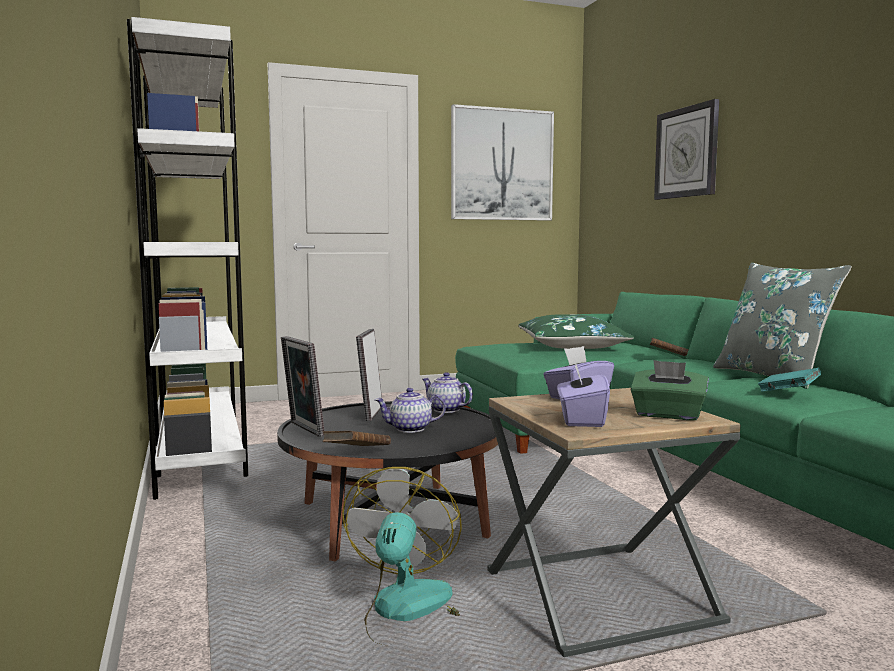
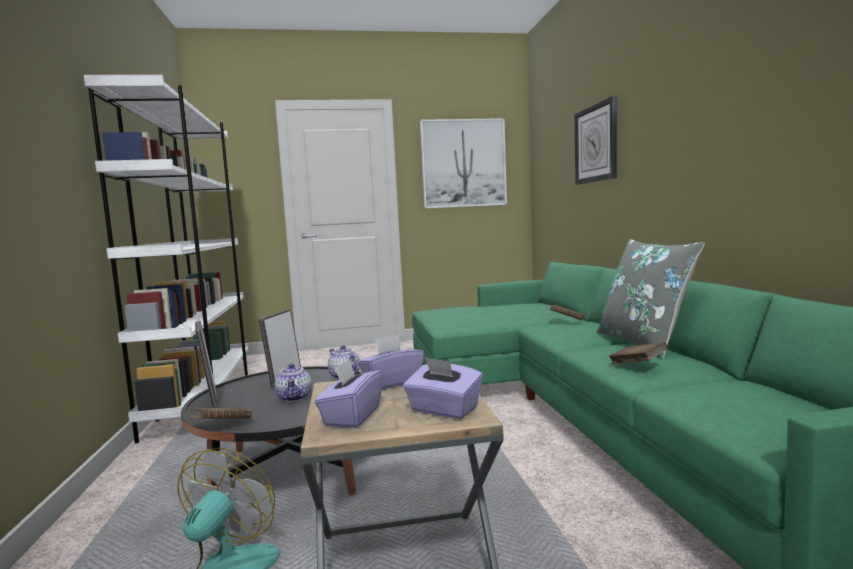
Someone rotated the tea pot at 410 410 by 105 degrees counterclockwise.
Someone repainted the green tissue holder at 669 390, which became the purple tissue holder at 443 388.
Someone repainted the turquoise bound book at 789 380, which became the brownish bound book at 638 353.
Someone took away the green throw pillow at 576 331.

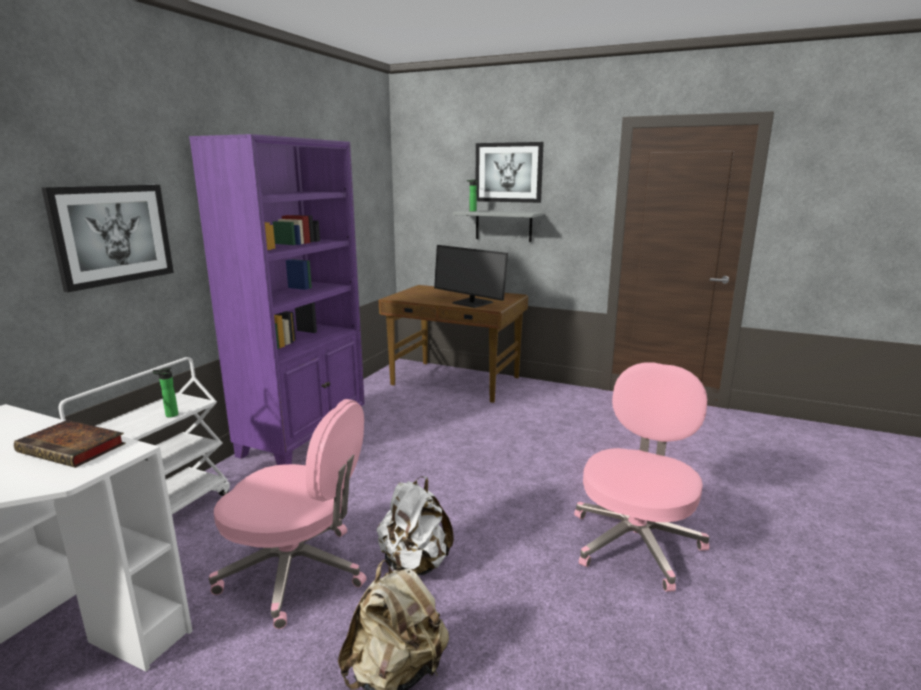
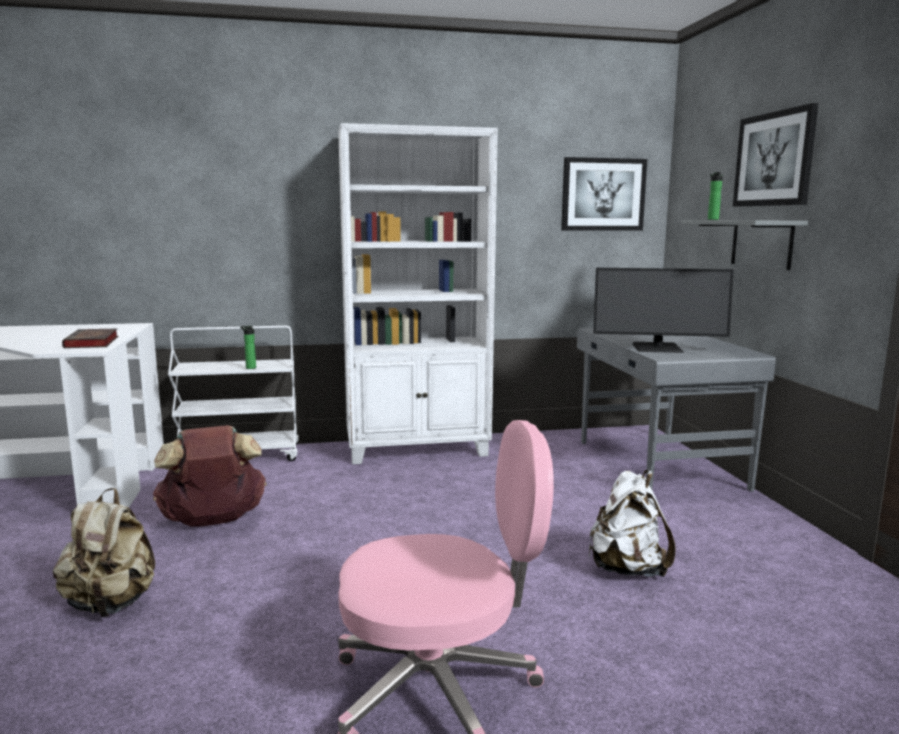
Someone swapped the pink computer chair at 288 514 for the brownish rucksack at 210 476.
Someone repainted the purple shelving unit at 277 299, which became the white shelving unit at 418 293.
Someone carried the wall picture from 107 238 to 604 194.
Someone repainted the brownish desk at 453 344, which became the gray desk at 676 410.
Someone carried the white rucksack from 415 525 to 632 523.
Someone rotated the computer screen at 471 276 by 90 degrees counterclockwise.

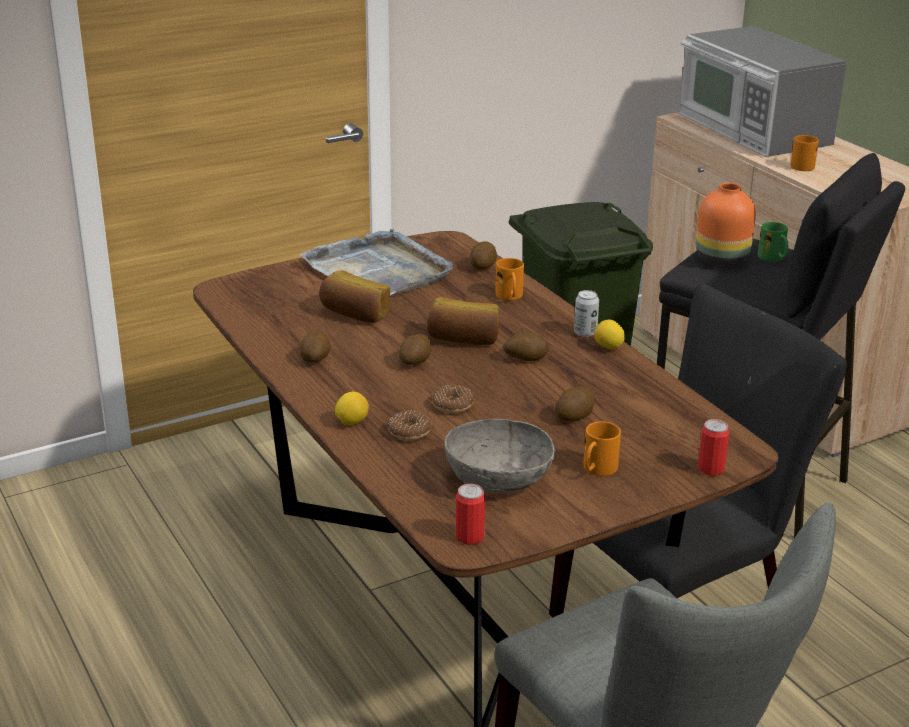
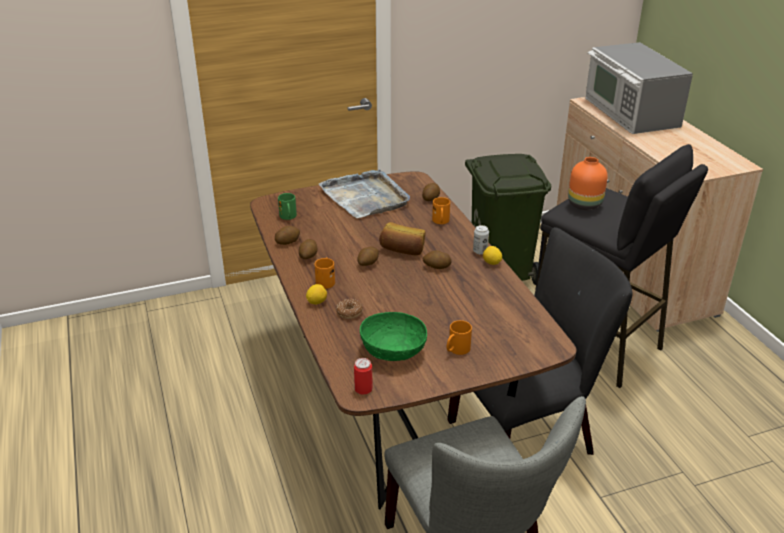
Someone carried the whole potato from 574 404 to 287 235.
Someone carried the green coffee mug from 773 242 to 287 206.
Someone carried the orange-coloured coffee mug from 804 153 to 325 273.
Someone repainted the gray bowl at 500 455, which became the green bowl at 393 336.
Someone took away the bread at 354 296.
Someone took away the doughnut at 453 399.
Someone took away the metal can at 714 447.

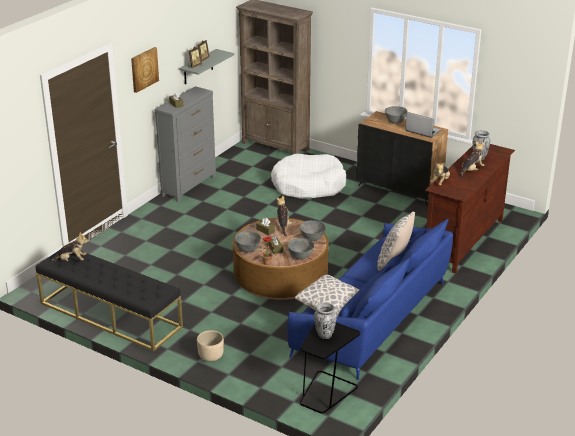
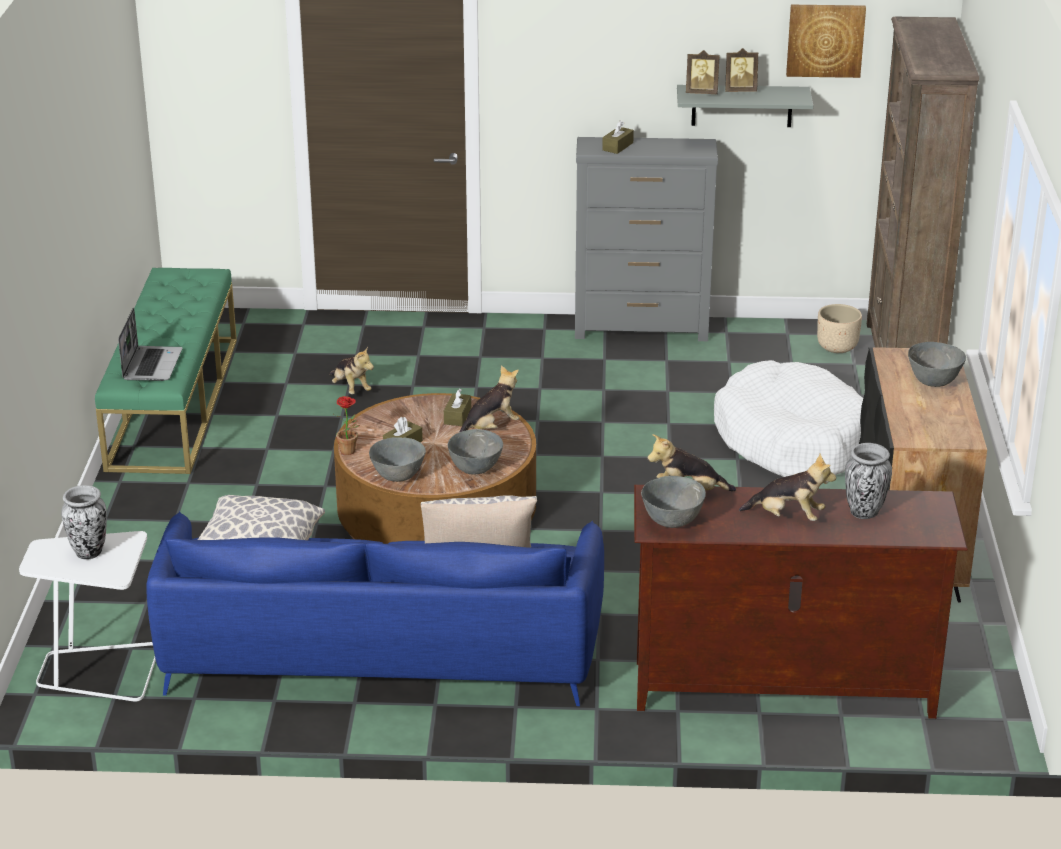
Someone repainted the black accent table at 330 367, which became the white accent table at 87 616.
Someone repainted the black bench at 109 300, which became the green bench at 166 371.
Someone carried the laptop from 423 125 to 150 344.
Someone carried the plush toy from 70 247 to 351 370.
Someone carried the gray bowl from 248 241 to 673 502.
Someone carried the wall picture from 145 70 to 826 41.
Someone carried the sand-coloured planter from 210 346 to 839 328.

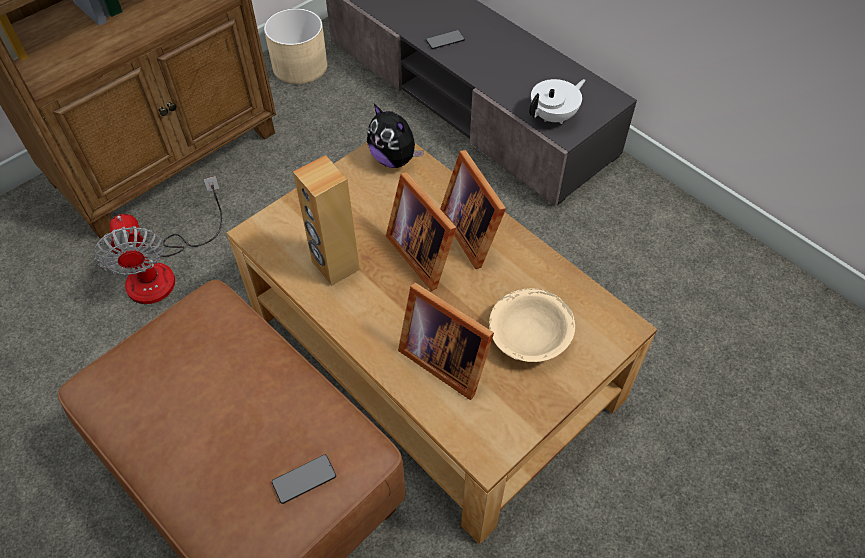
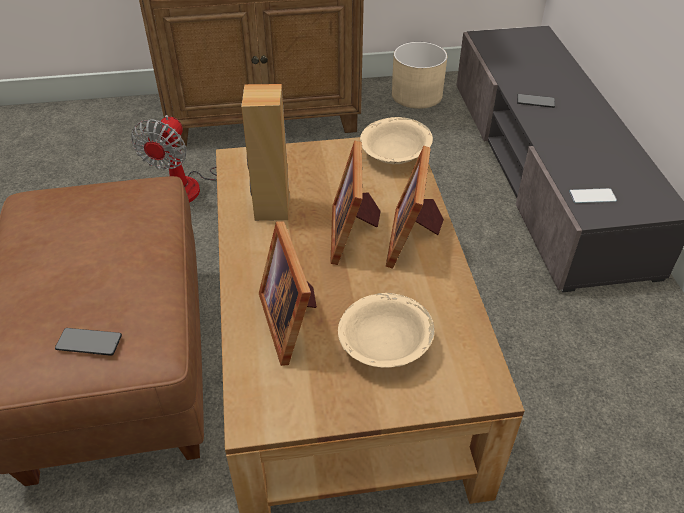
Someone swapped the plush toy at 395 136 for the sand-coloured bowl at 396 140.
Someone swapped the white tea pot at 557 101 for the telephone at 593 195.

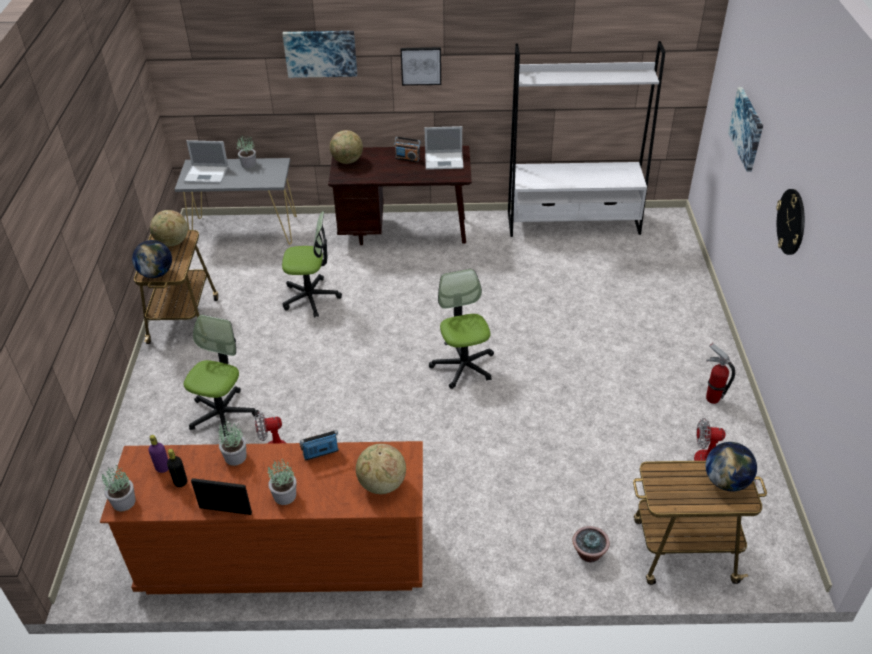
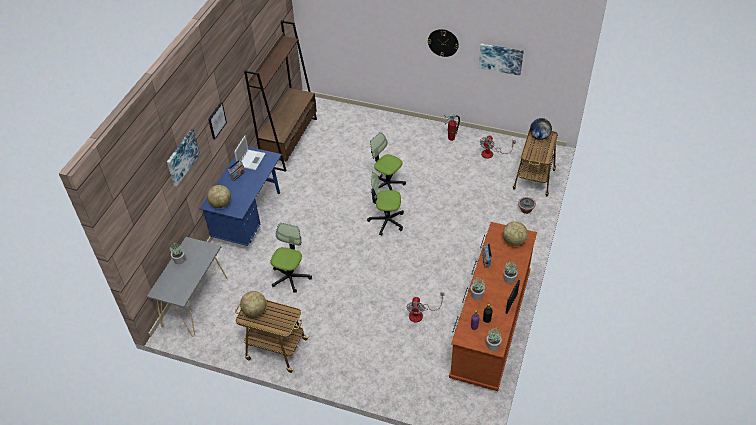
Someone repainted the brownish desk at 400 195, which became the bluish desk at 241 196.
Someone repainted the white shelving unit at 586 139, which became the brownish shelving unit at 280 96.
Someone carried the computer chair from 221 376 to 388 162.
Someone carried the wall picture from 745 129 to 501 59.
Someone took away the desk globe at 152 259.
Someone took away the laptop at 206 161.

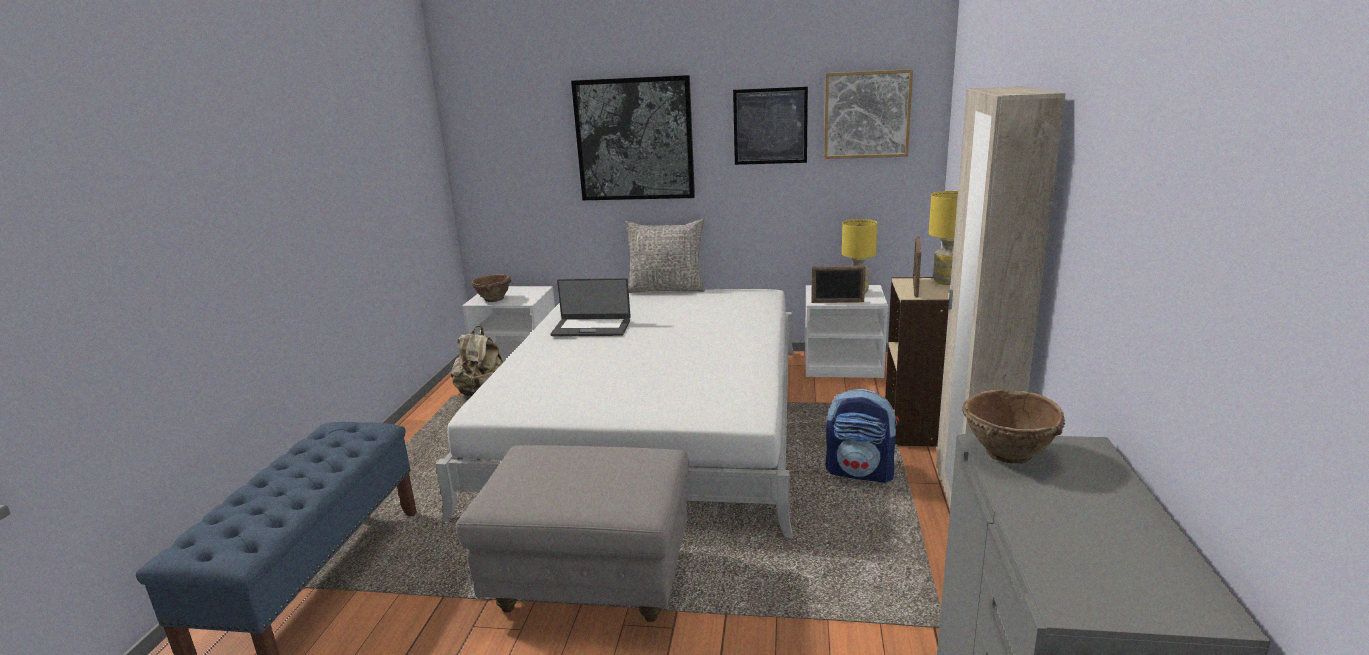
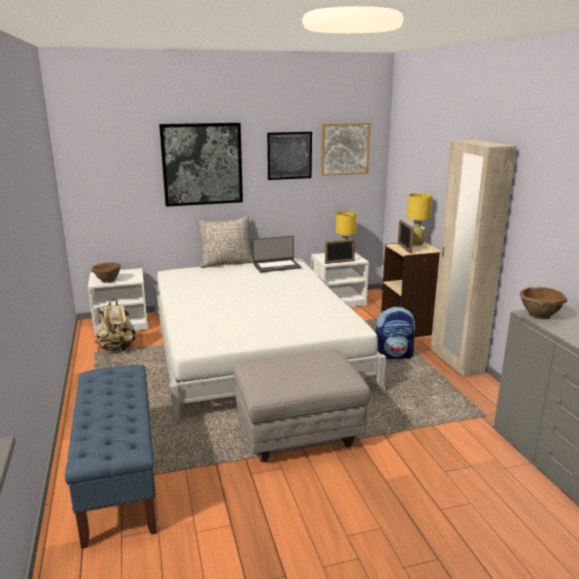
Someone carried the laptop from 590 307 to 277 254.

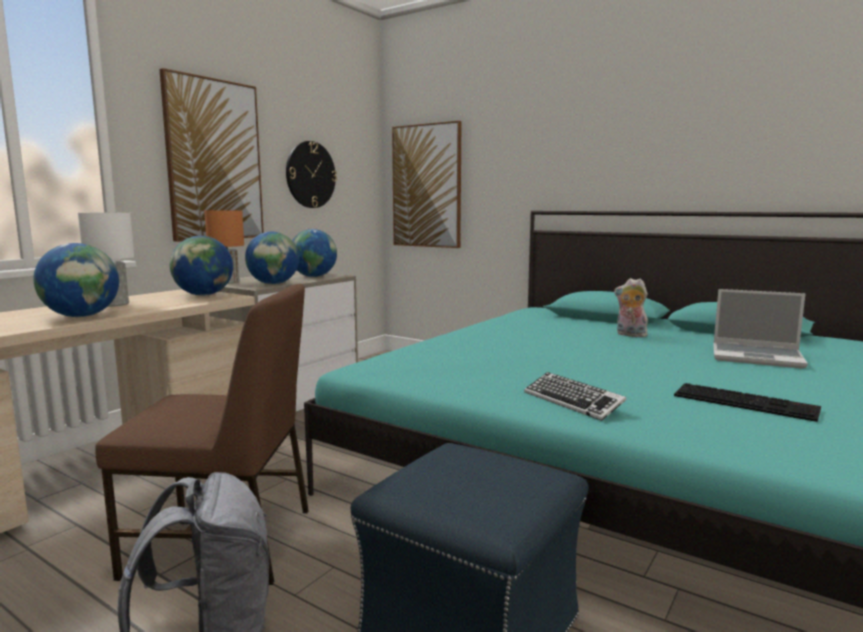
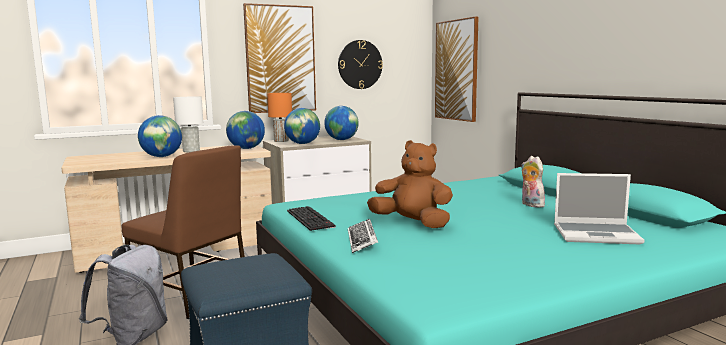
Someone carried the keyboard from 747 402 to 311 218.
Someone put down the brownish plush toy at 410 184.
Someone rotated the laptop at 760 329 by 45 degrees counterclockwise.

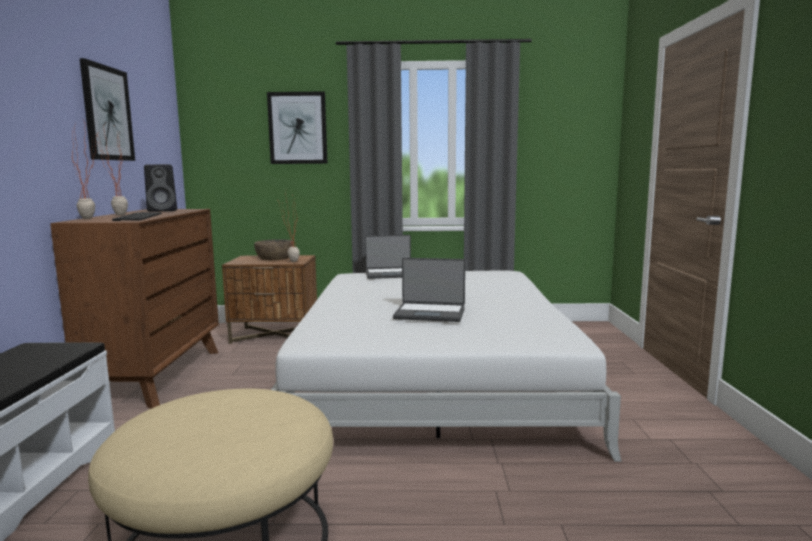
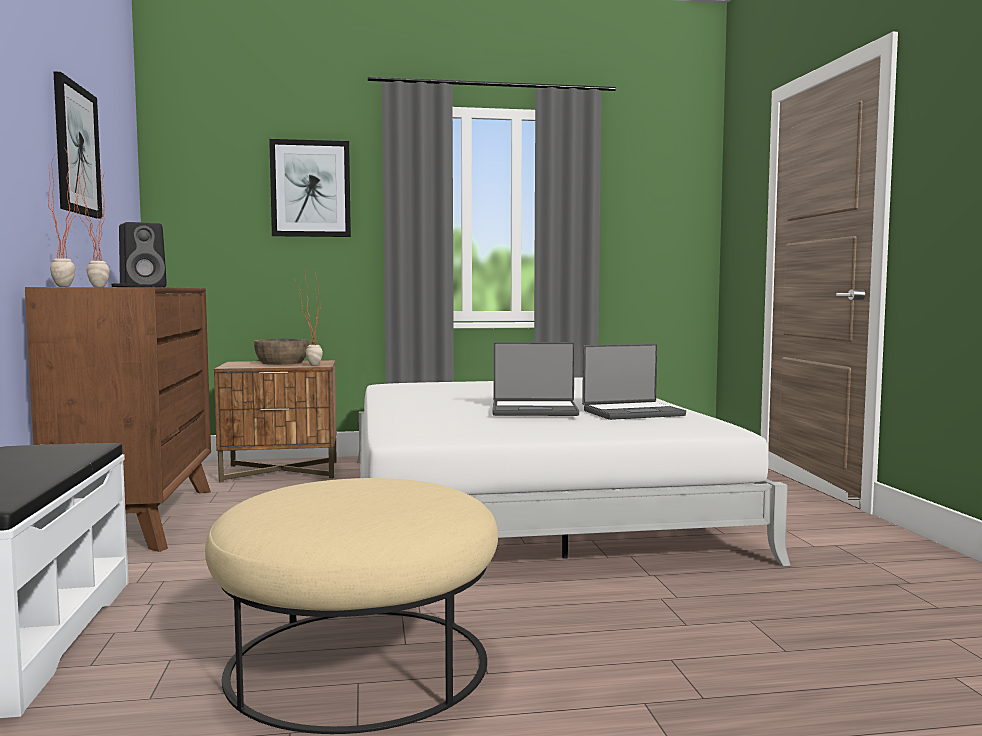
Someone carried the laptop from 388 257 to 634 382.

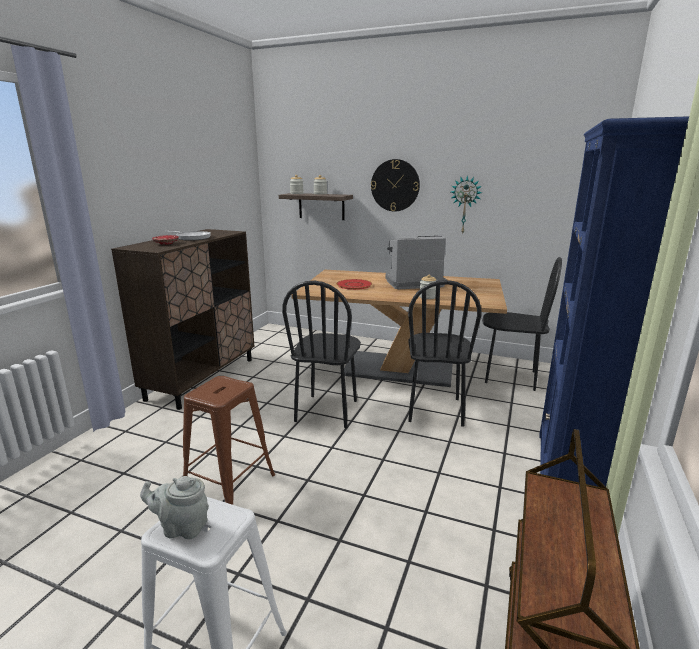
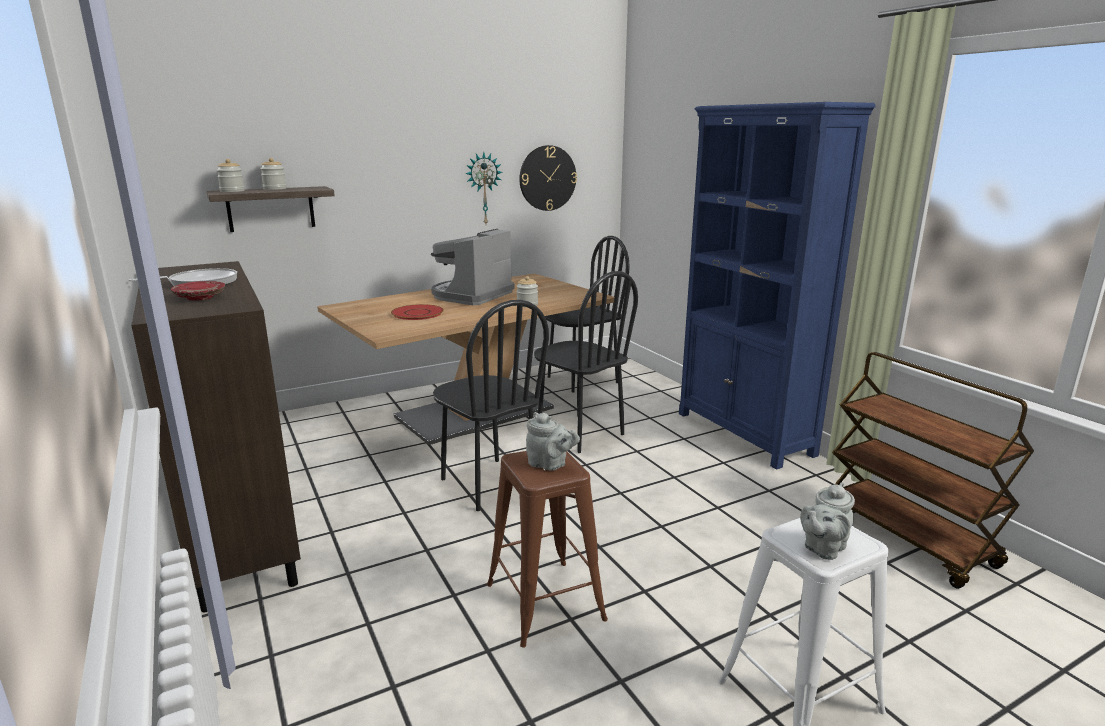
Someone carried the wall clock from 395 185 to 548 178.
Someone put down the gray tea pot at 553 441.

